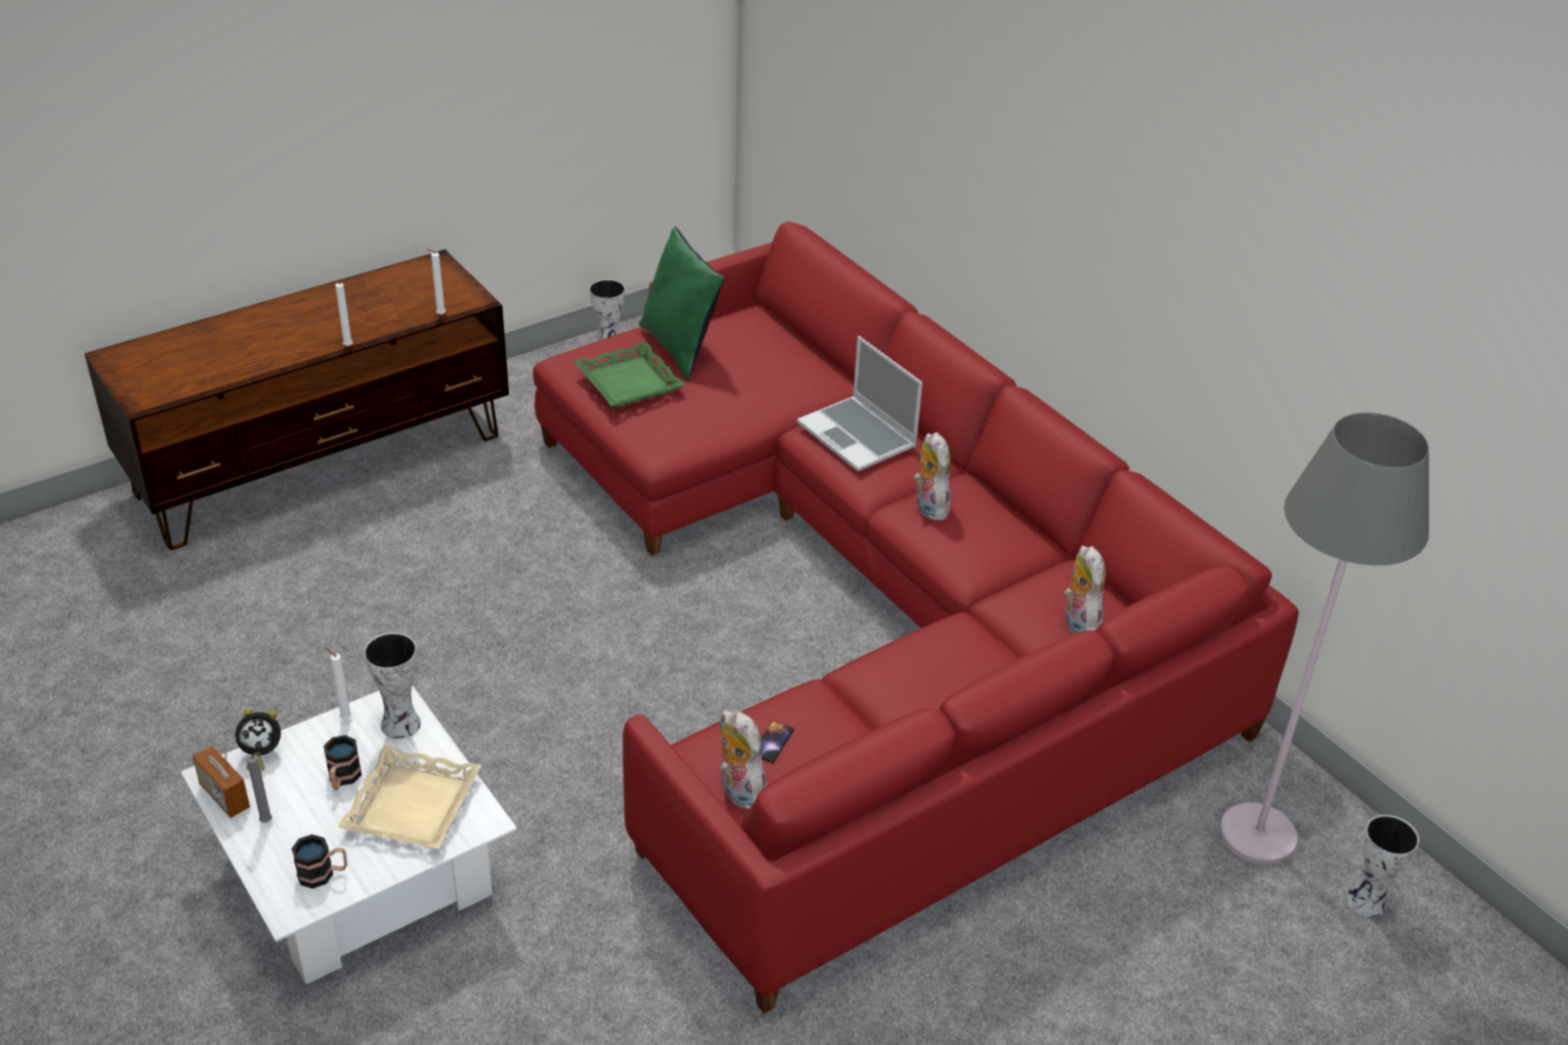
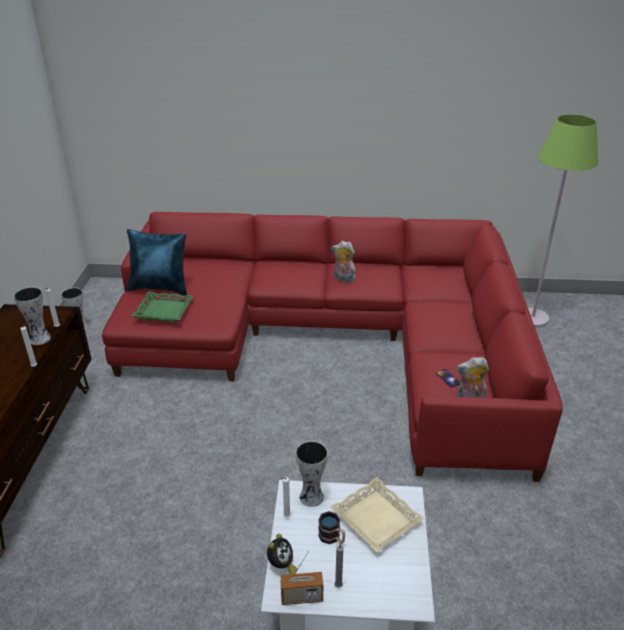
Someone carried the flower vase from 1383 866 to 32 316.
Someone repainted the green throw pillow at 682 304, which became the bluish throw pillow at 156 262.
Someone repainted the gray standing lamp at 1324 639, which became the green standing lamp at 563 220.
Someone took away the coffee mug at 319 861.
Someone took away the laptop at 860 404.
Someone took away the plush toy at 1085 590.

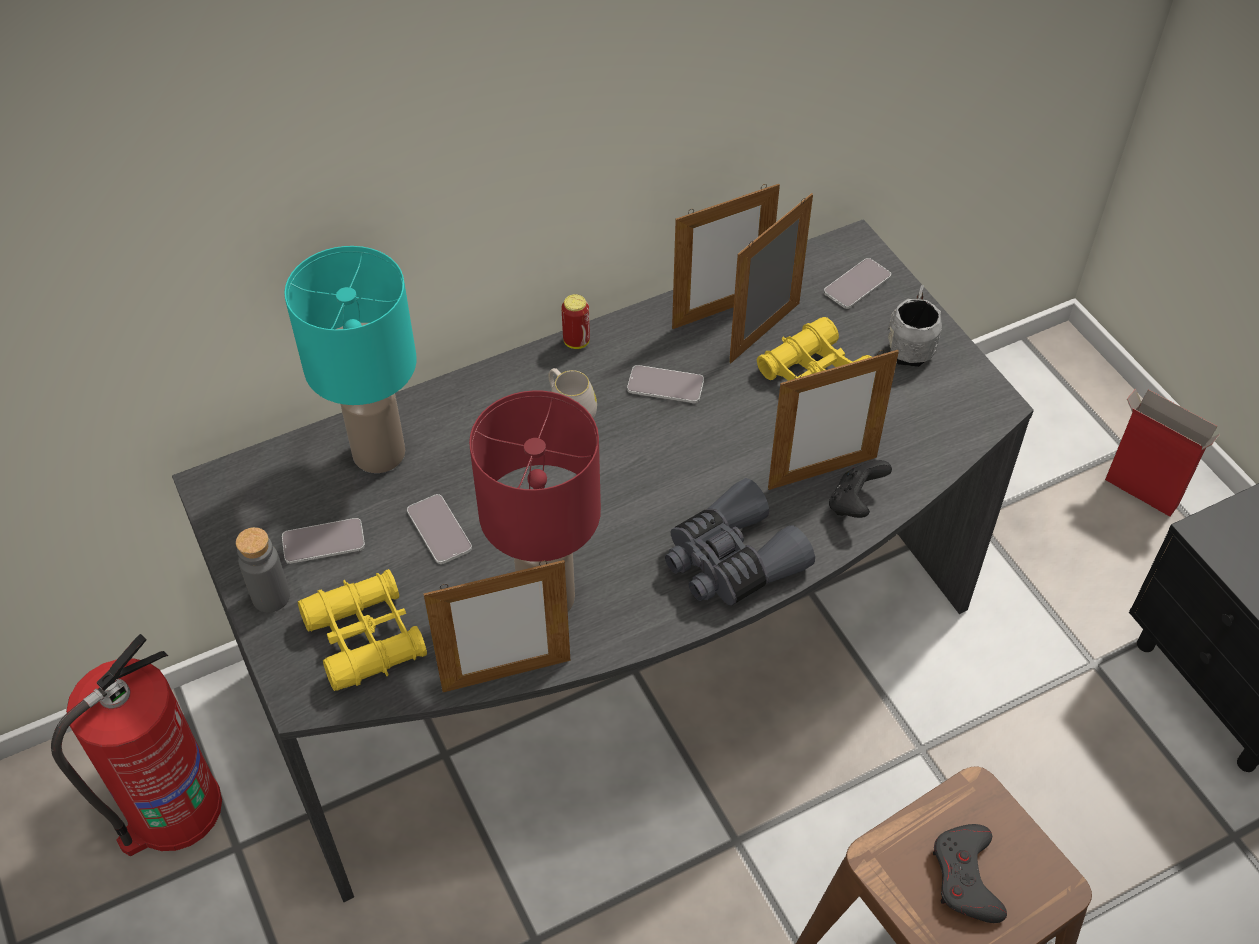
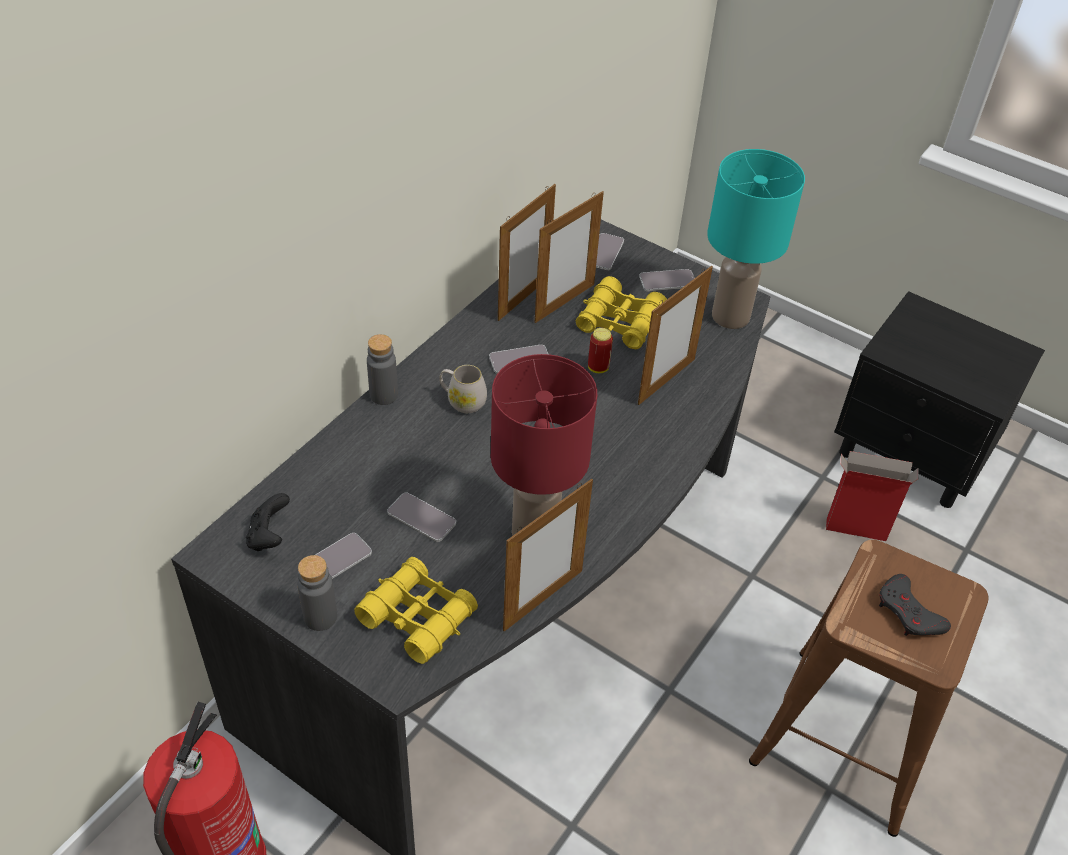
Someone carried the black gamepad from 860 489 to 268 522.
Someone put down the gray bottle at 382 369.
Someone rotated the photo frame at 771 278 by 150 degrees counterclockwise.
Someone carried the metal can from 575 321 to 600 350.
Someone swapped the gray coffee mug at 914 326 for the telephone at 667 280.
Someone carried the turquoise table lamp from 350 359 to 756 239.
Someone carried the carton from 1162 452 to 872 496.
Someone took away the gray binoculars at 740 542.

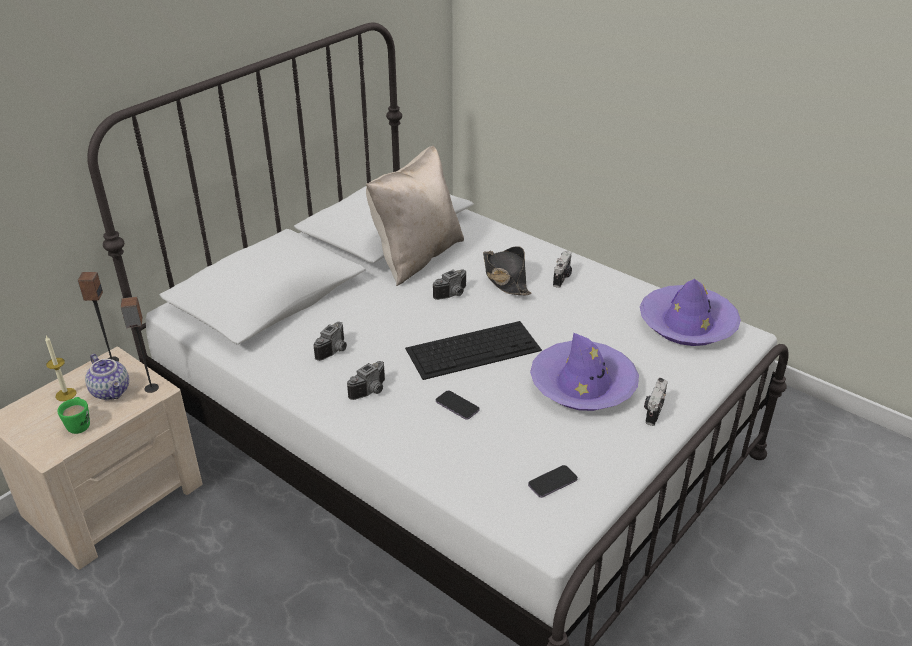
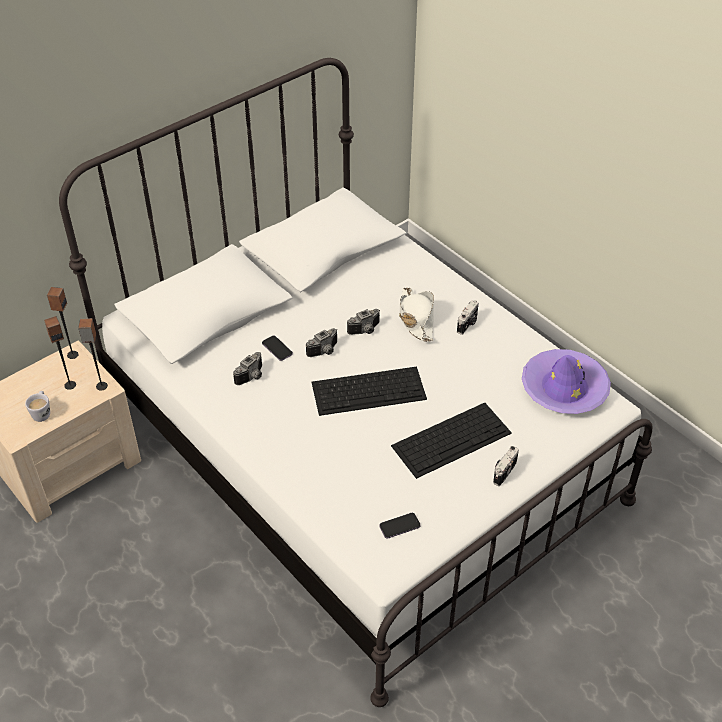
Someone repainted the green coffee mug at 73 415, which became the white coffee mug at 37 406.
Someone swapped the tea pot at 107 377 for the loudspeaker at 60 353.
Someone carried the telephone from 457 405 to 277 348.
Someone carried the still camera from 366 380 to 321 342.
Someone swapped the purple clothing hat at 584 372 for the keyboard at 451 441.
Someone repainted the black clothing hat at 507 270, which became the white clothing hat at 416 314.
Someone took away the candle at 60 368.
Someone took away the sand-coloured throw pillow at 415 216.

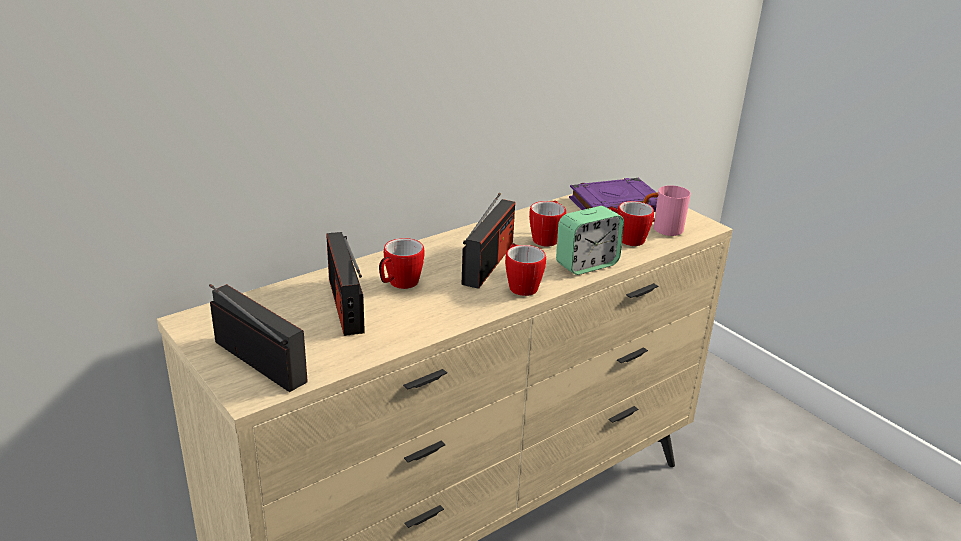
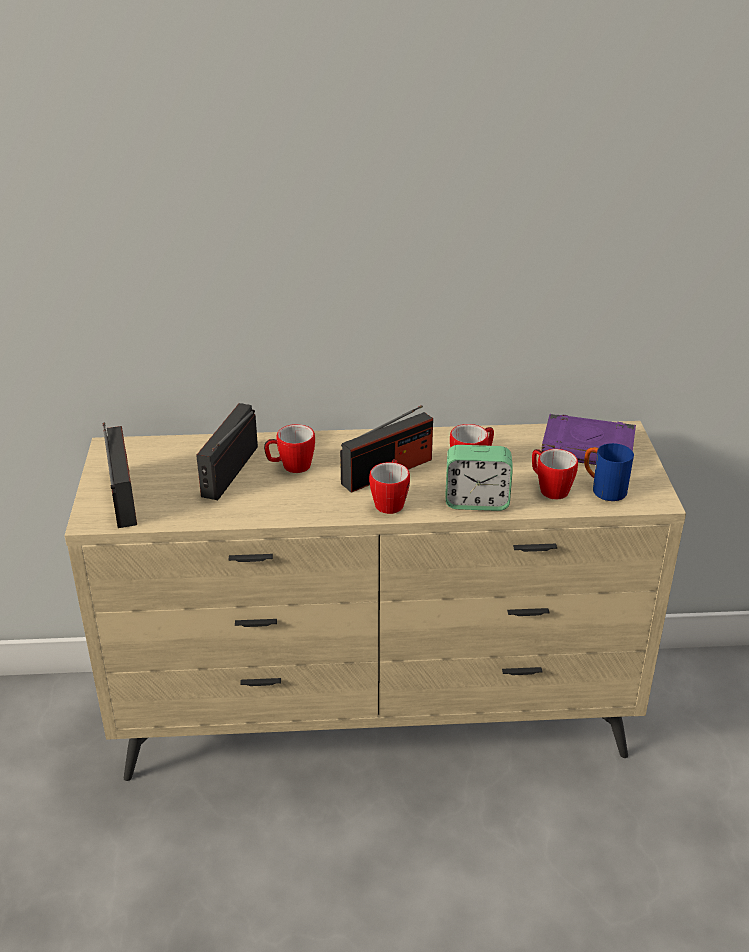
Someone repainted the pink coffee mug at 667 210, which became the bluish coffee mug at 609 472.

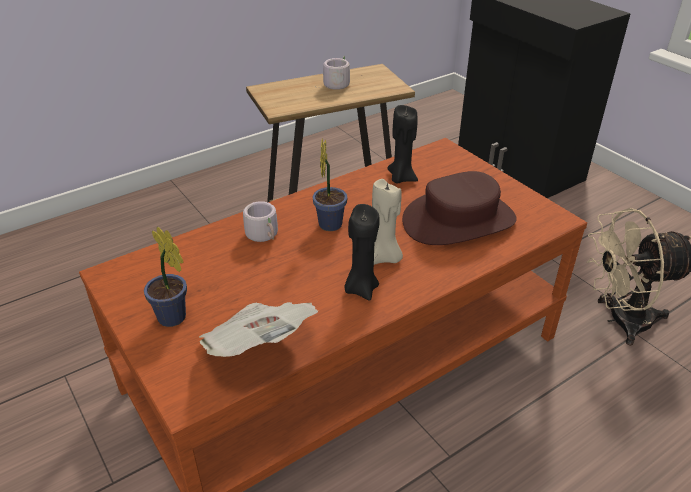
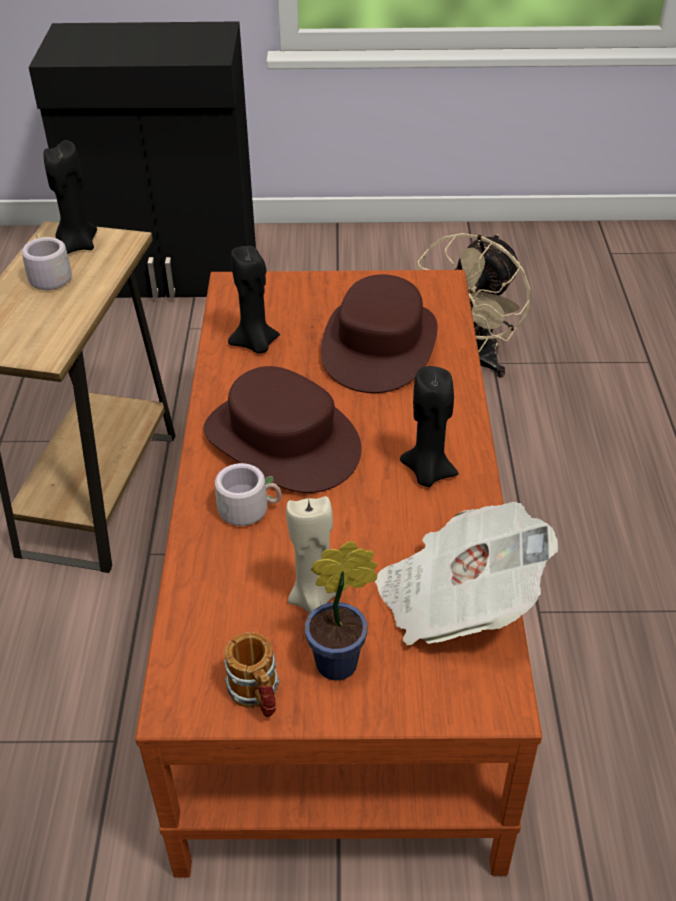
Someone put down the black candle at 70 197.
Someone swapped the plant in a pot at 330 184 for the brownish clothing hat at 282 429.
Someone put down the coffee mug at 252 674.
Someone carried the sand-coloured candle from 387 222 to 311 555.

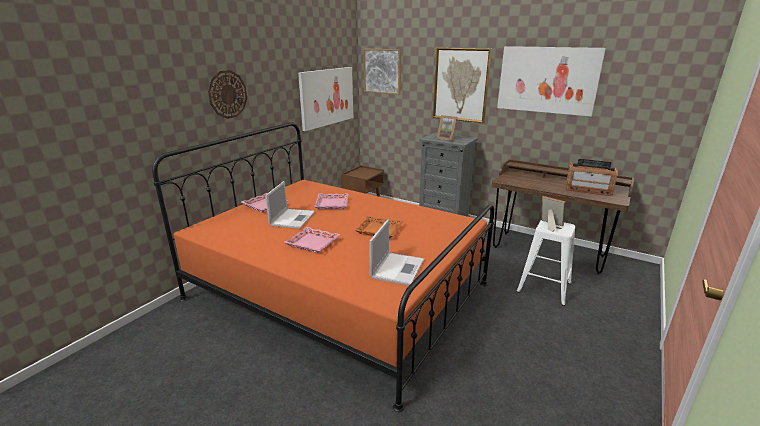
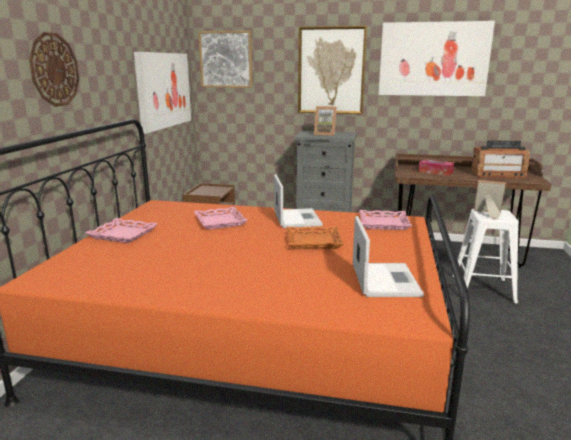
Someone carried the laptop from 290 205 to 298 201.
Someone carried the pink tray from 312 240 to 385 220.
Someone put down the tissue holder at 436 167.

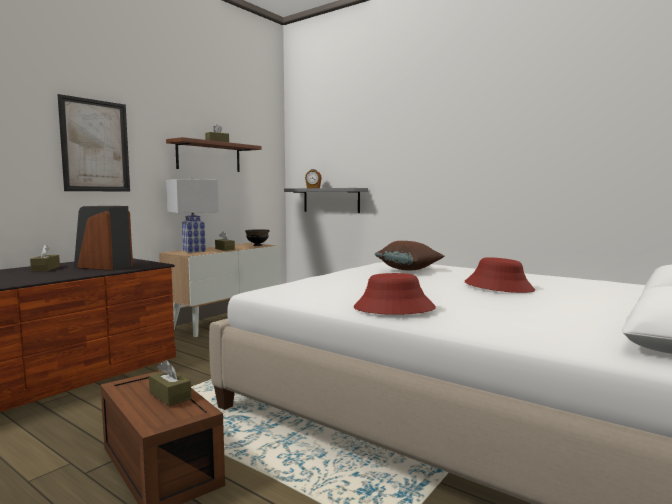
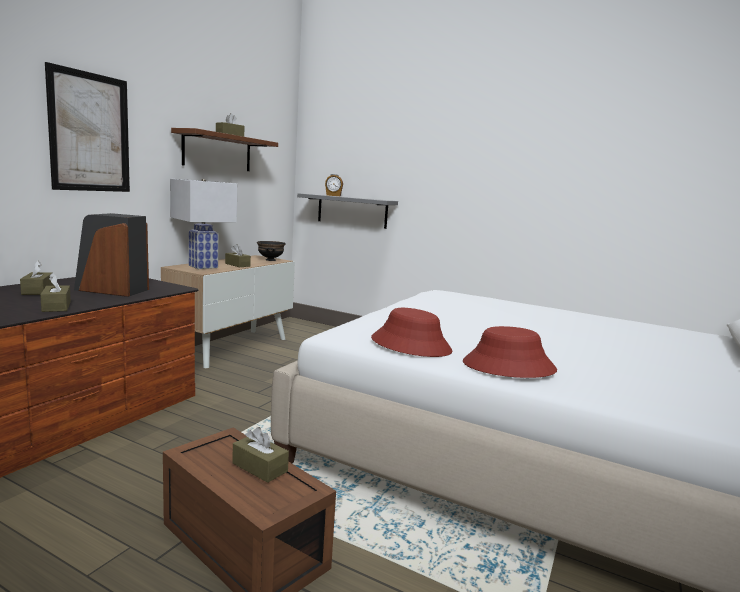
Someone put down the brownish tissue holder at 55 292.
Someone carried the reddish clothing hat from 500 275 to 412 332.
Someone took away the brownish throw pillow at 409 255.

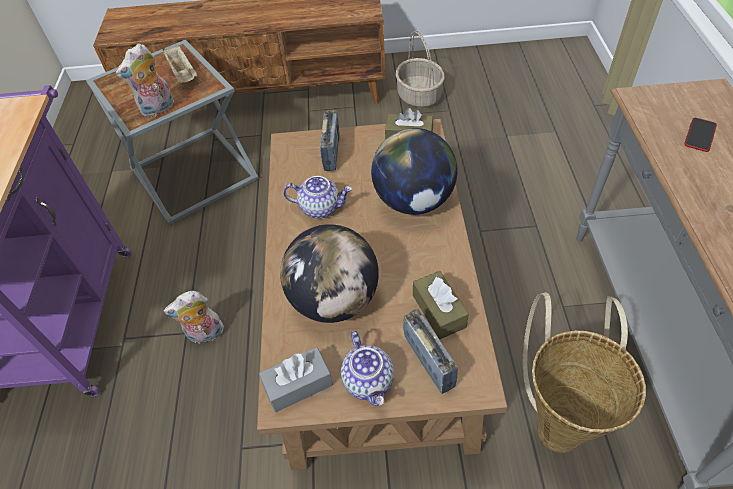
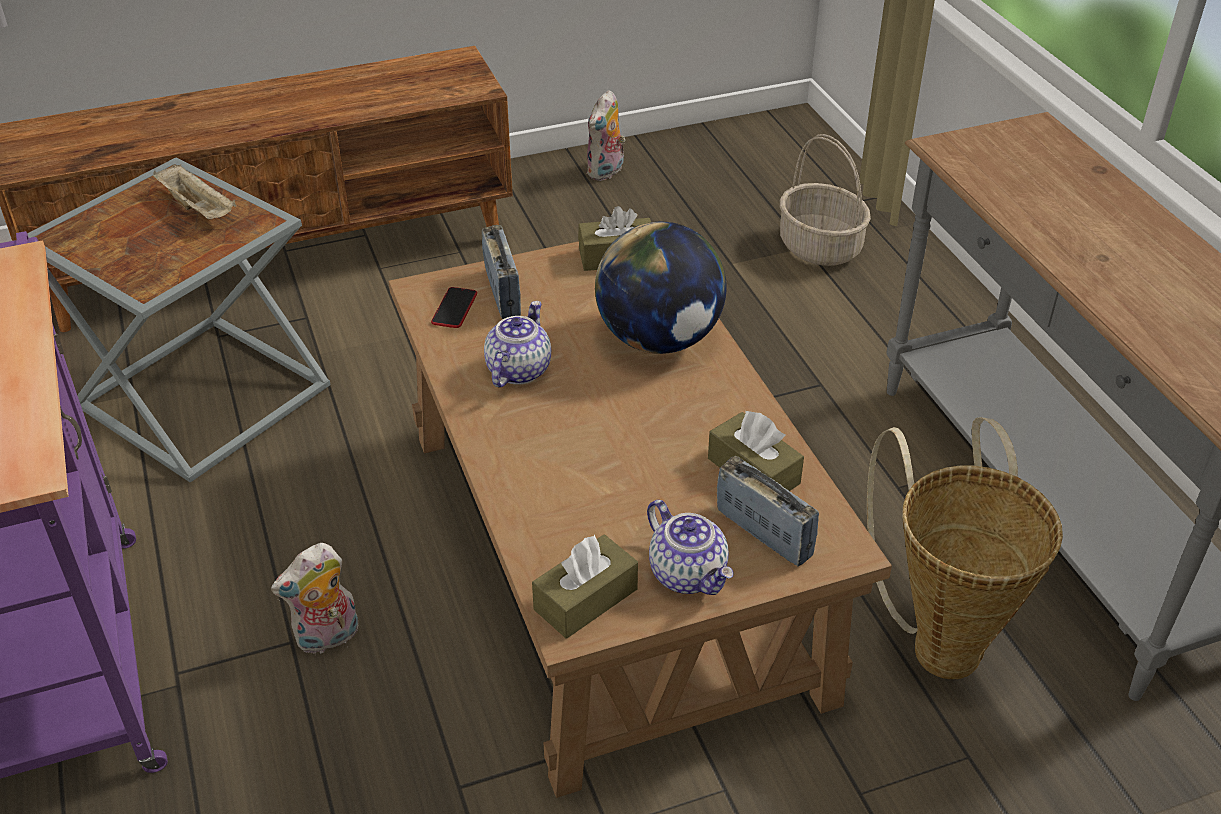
Someone carried the telephone from 700 135 to 454 307.
Someone rotated the tea pot at 317 197 by 60 degrees counterclockwise.
Someone repainted the gray tissue holder at 296 379, which became the brownish tissue holder at 585 586.
Someone carried the plush toy from 145 80 to 606 135.
Someone carried the storage basket from 420 69 to 825 200.
Someone took away the desk globe at 329 273.

